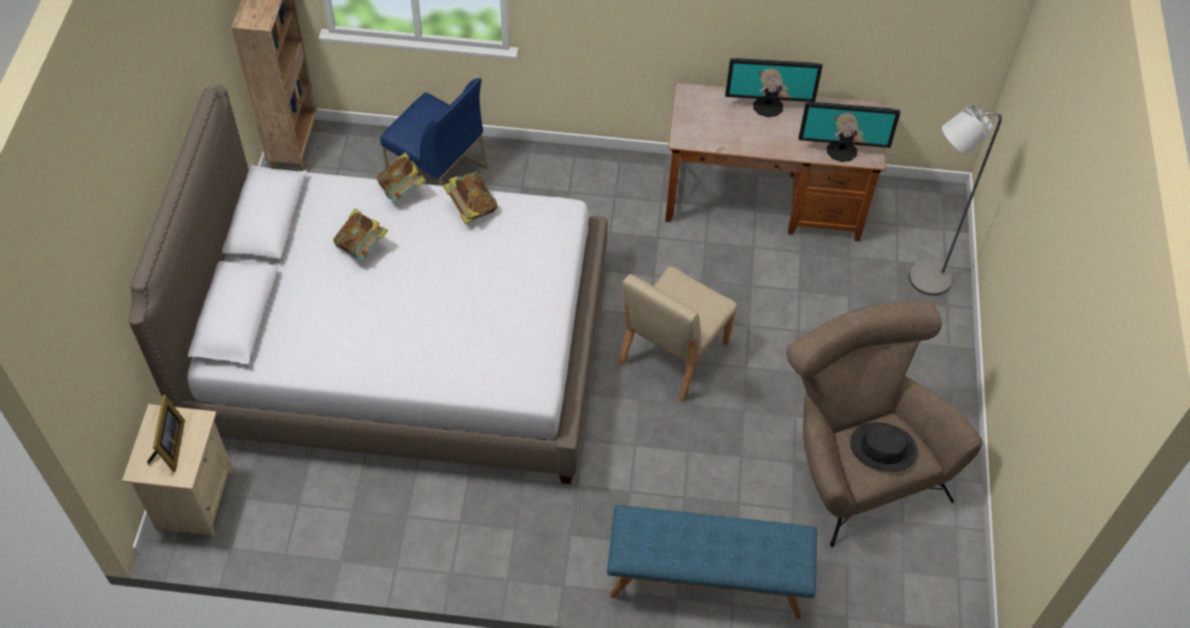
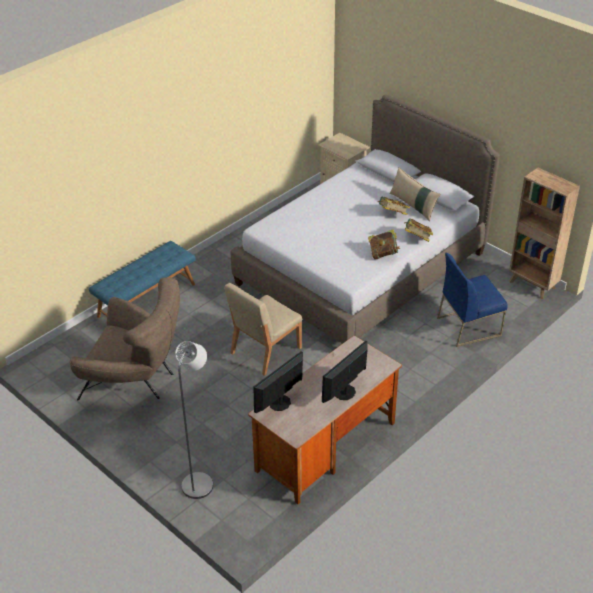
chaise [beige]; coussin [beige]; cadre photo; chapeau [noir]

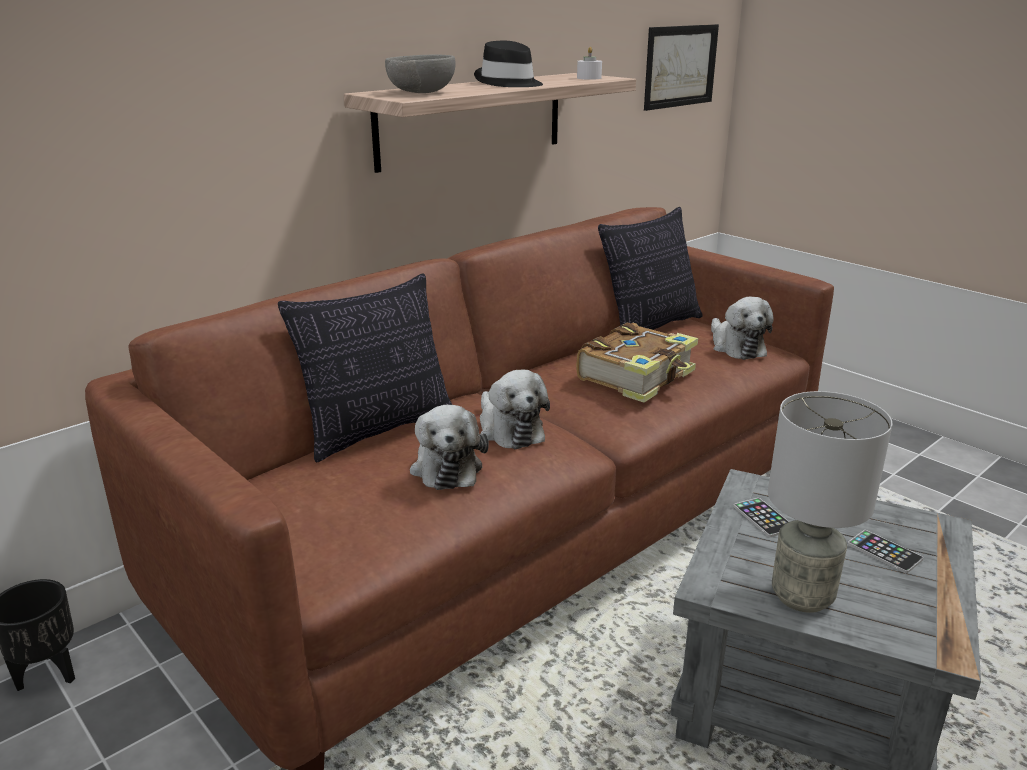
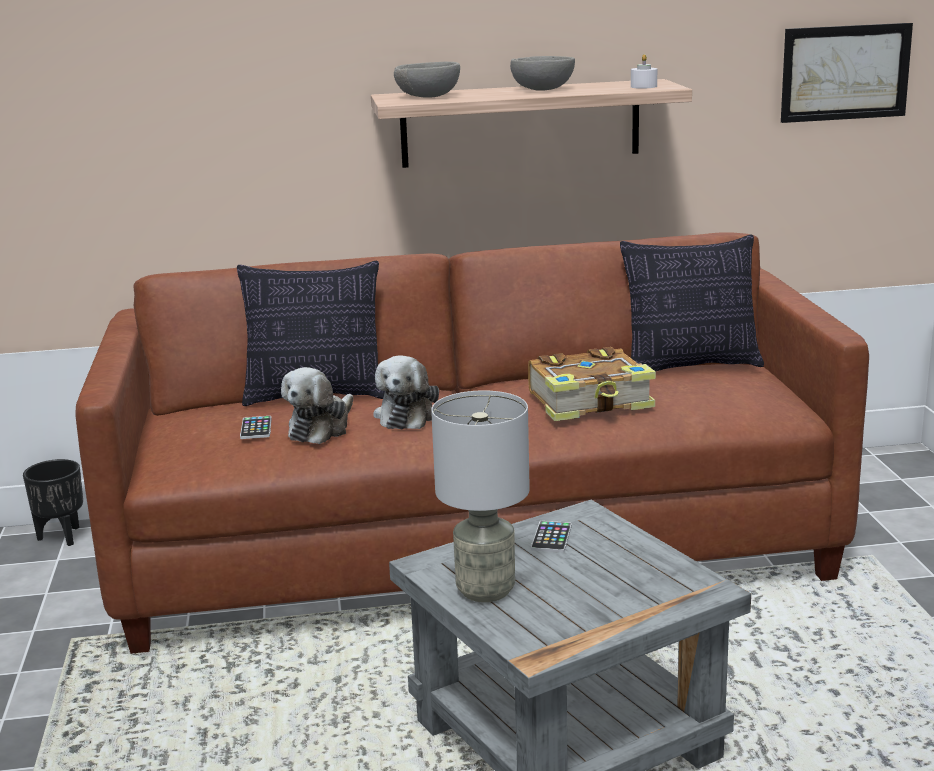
téléphone (no. 1 from left); bol [gris] (no. 2 from left); peluche (no. 3 from left in the first image)

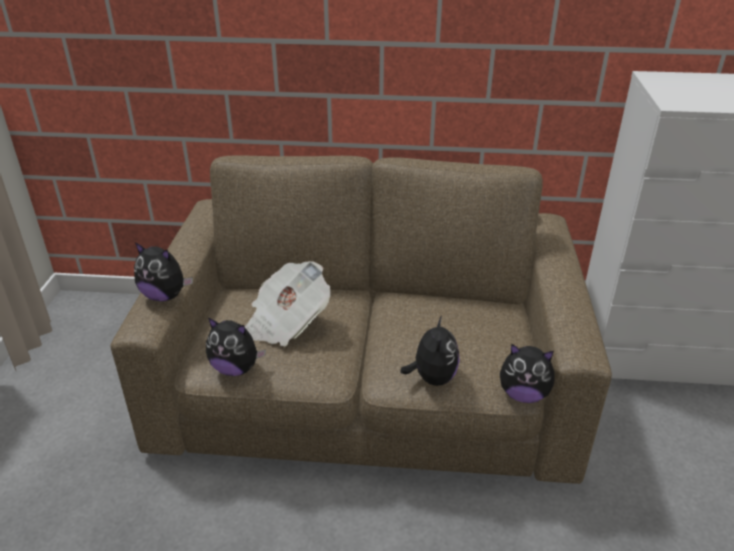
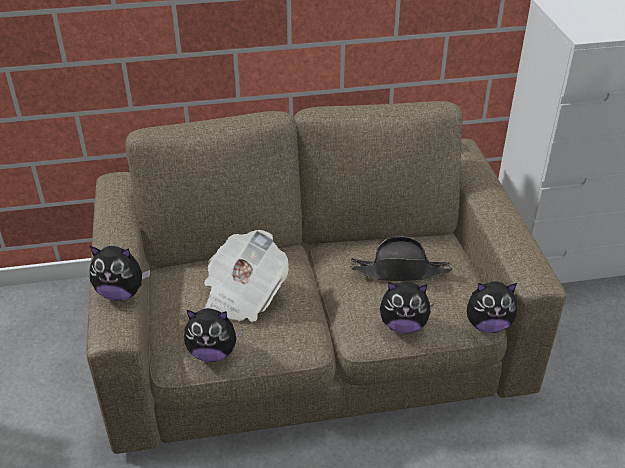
chapeau [noir]; peluche (no. 3 from left)

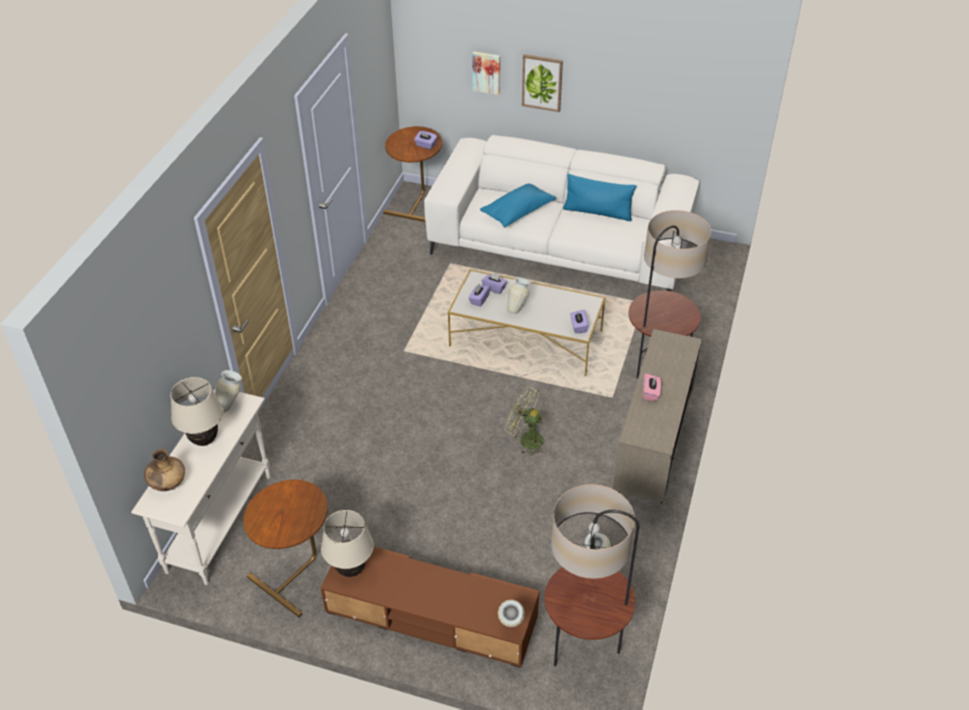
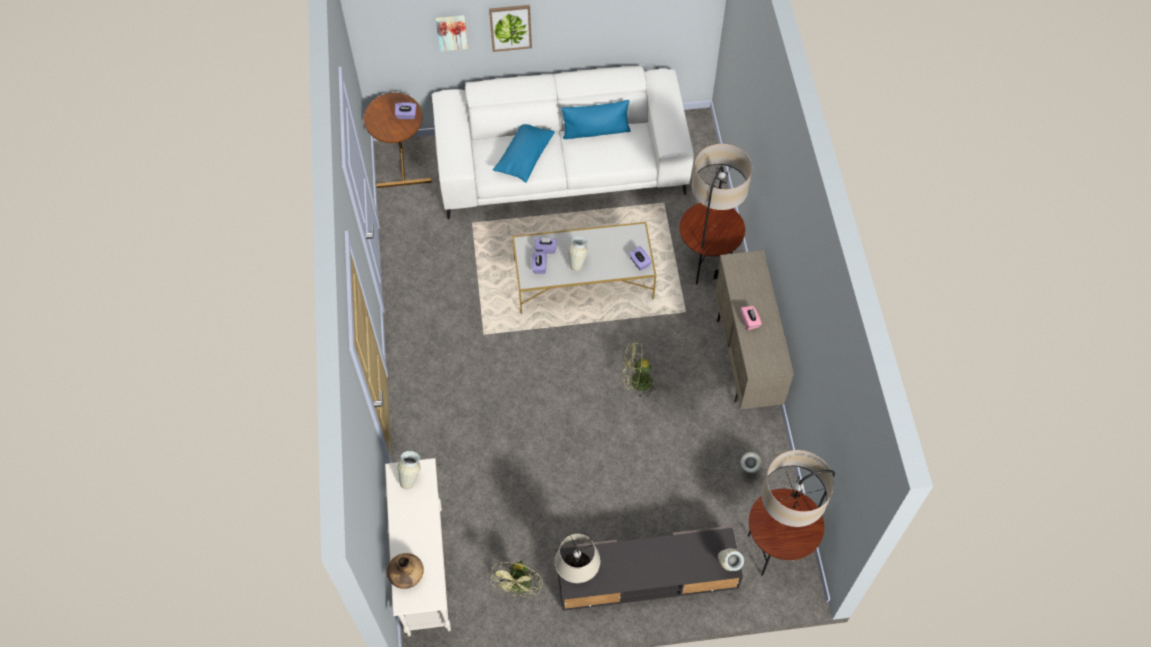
ventilateur [vert] (no. 1 from left); meuble télé [gris]; lampe de table [beige] (no. 1 from left in the first image)

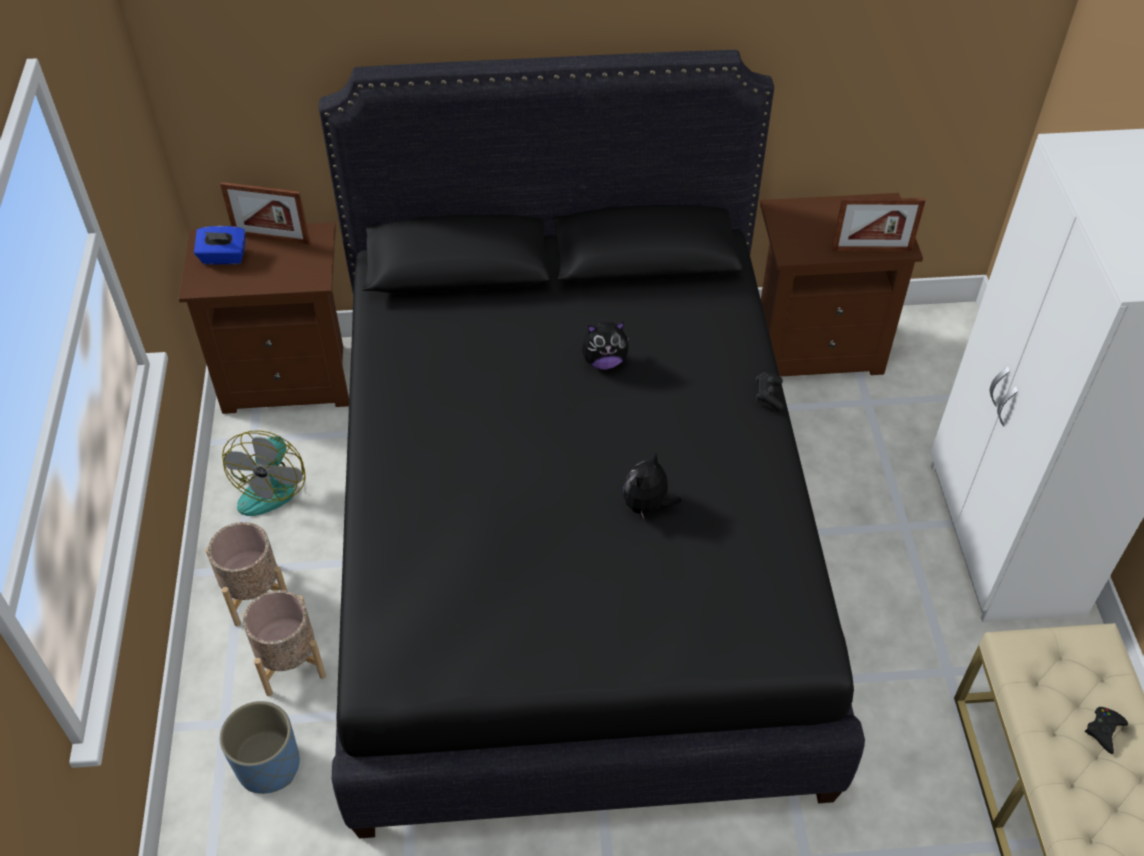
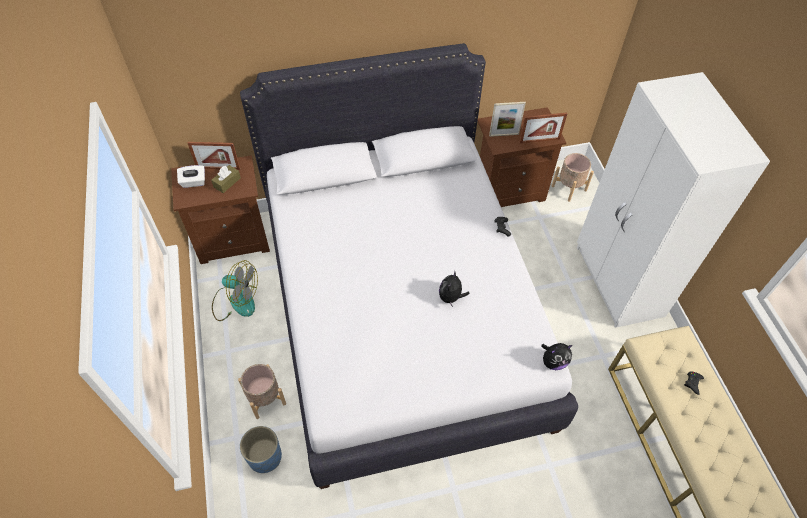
boîte à mouchoirs [blanc]; boîte à mouchoirs [marron]; ventilateur; lit [blanc]; cadre photo (no. 2 from left); peluche (no. 2 from left); cache-pot [beige] (no. 2 from left)

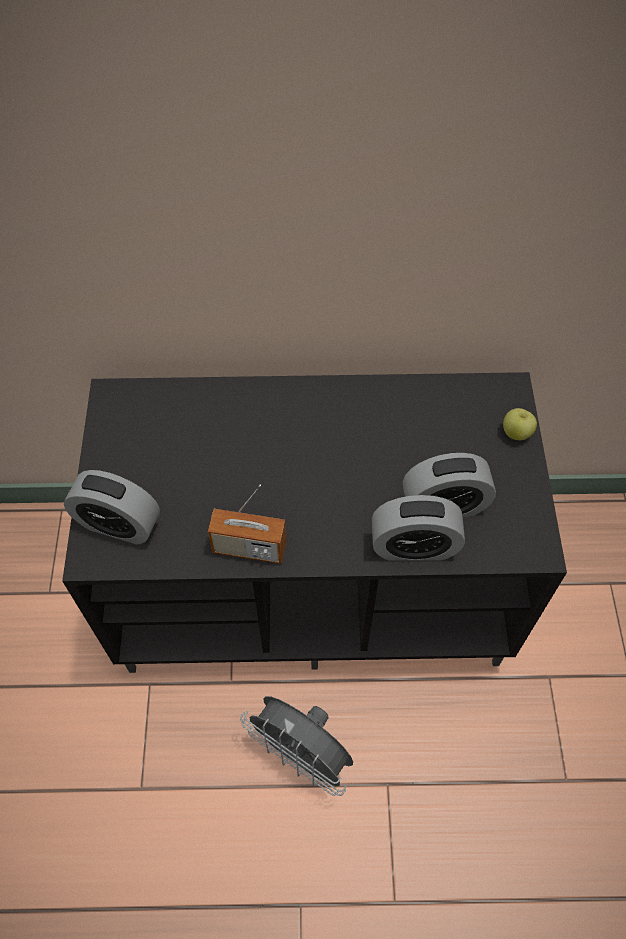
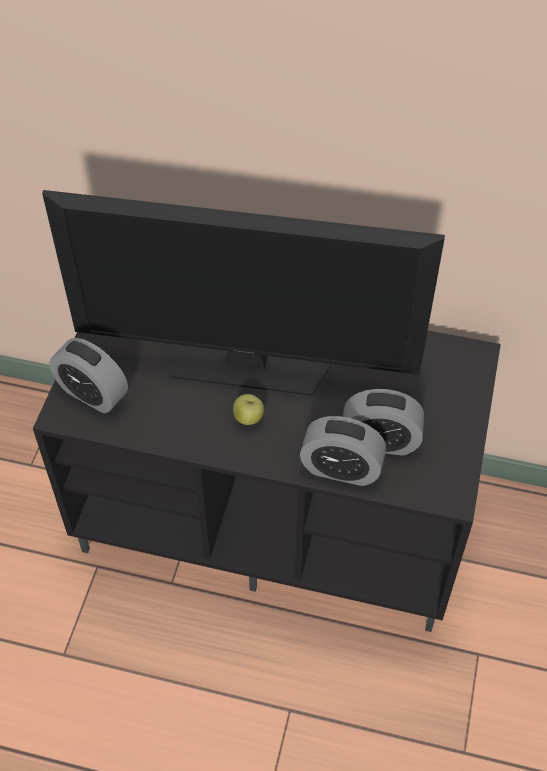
téléviseur; pomme; radio; ventilateur [gris]

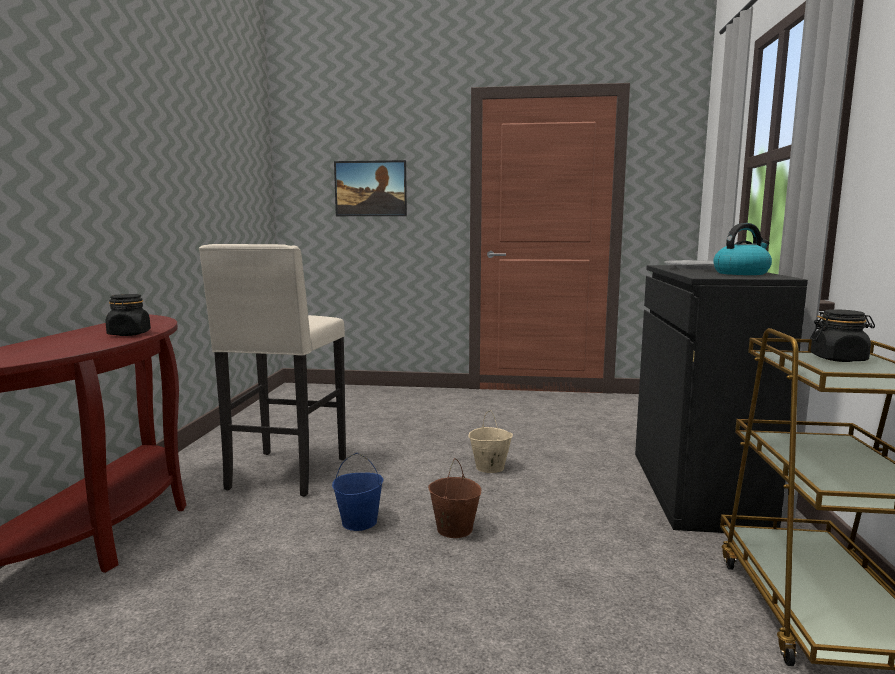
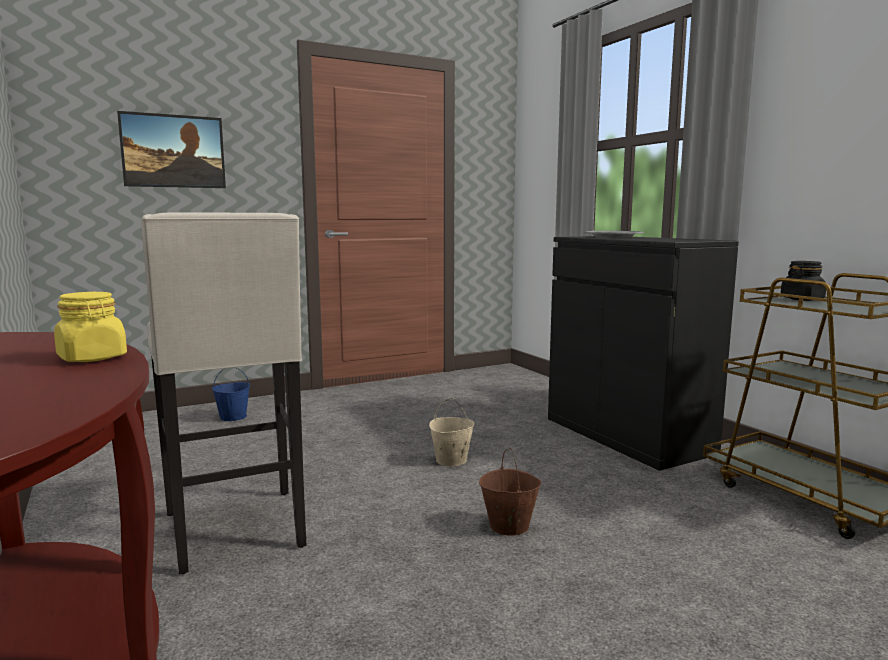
bocal [jaune]; seau [bleu]; bouilloire

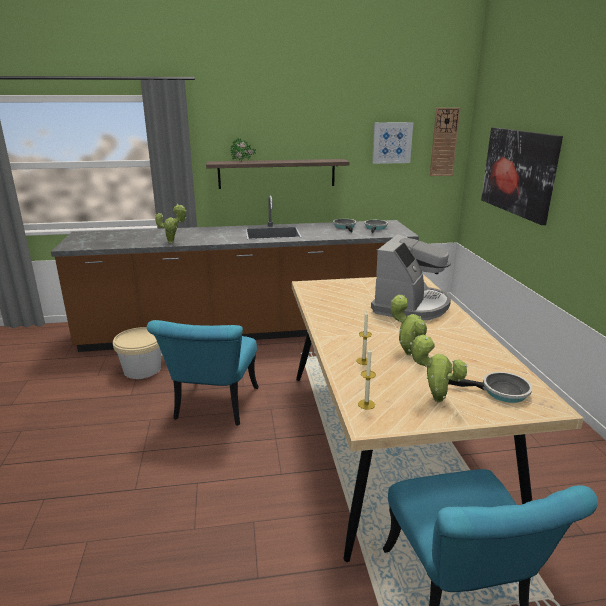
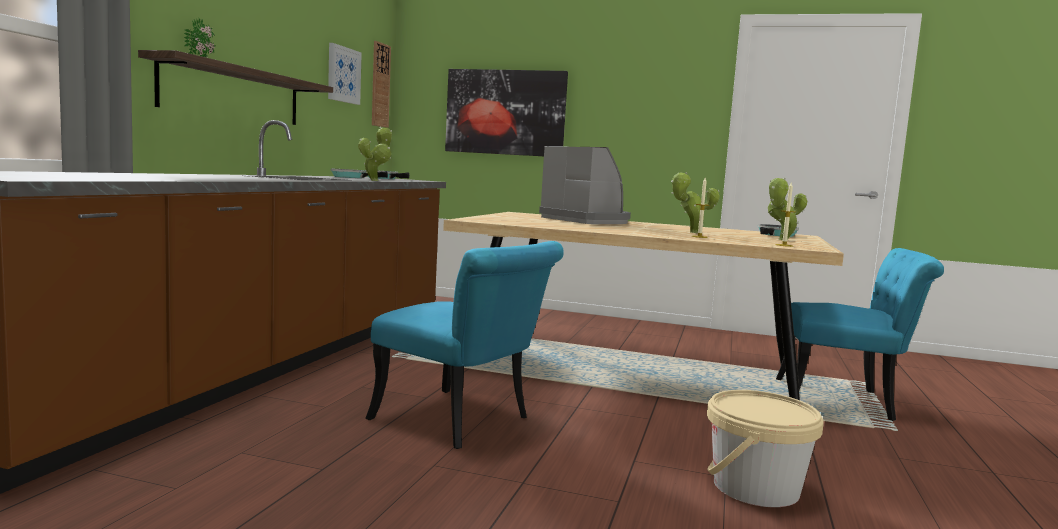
plante en pot (no. 2 from left); seau [beige]

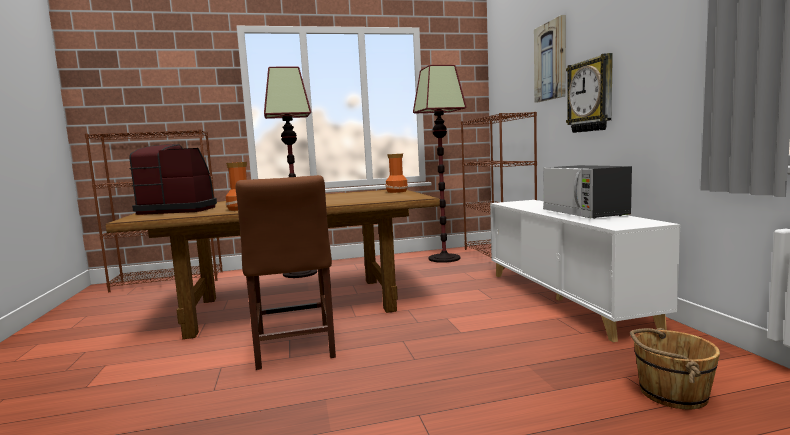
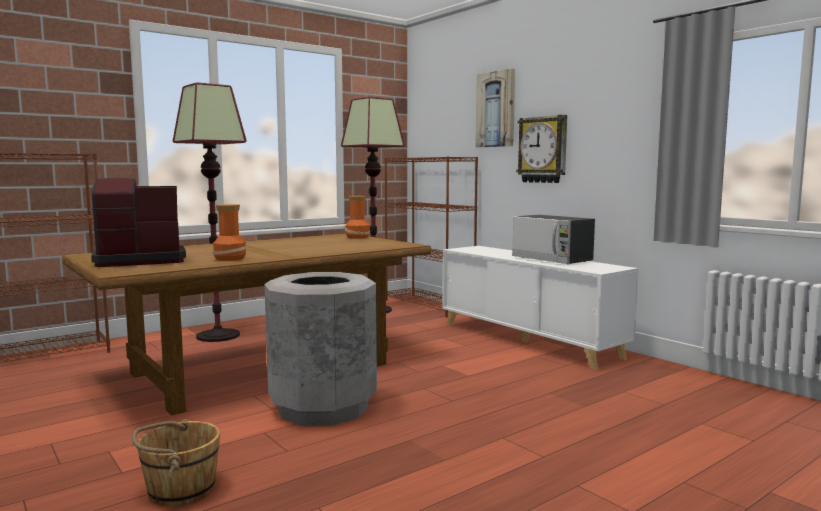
seau [marron]; poubelle [gris]

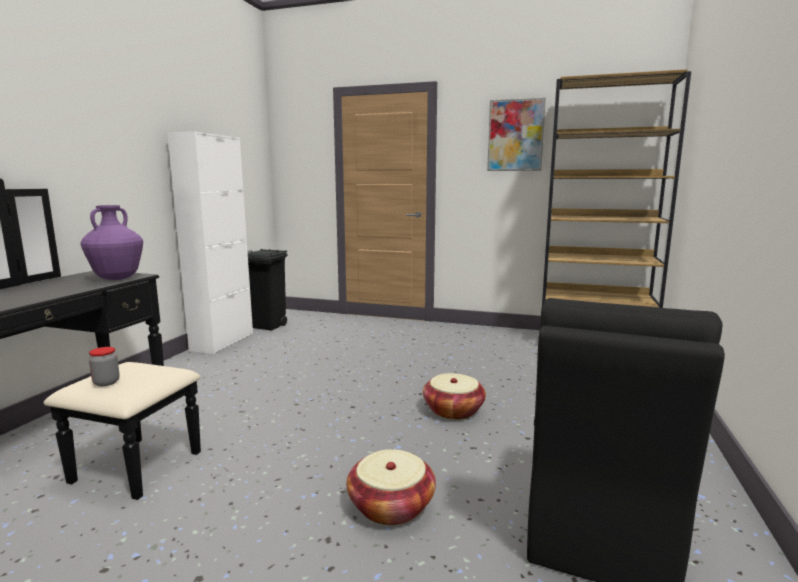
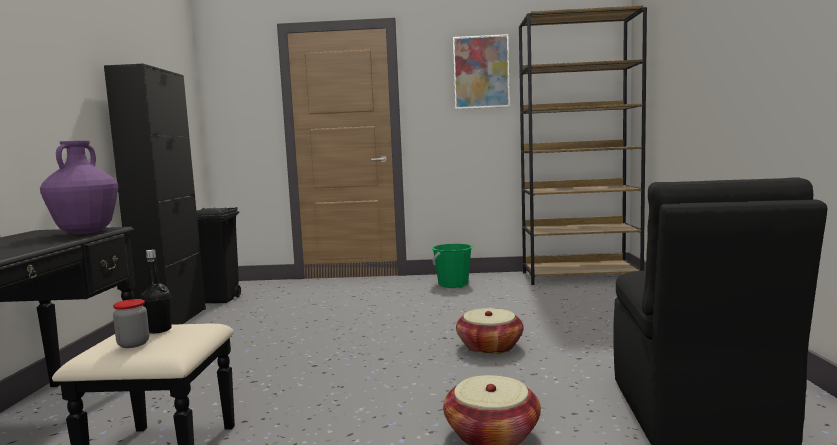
meuble de rangement [noir]; bouteille [noir]; seau [vert]

